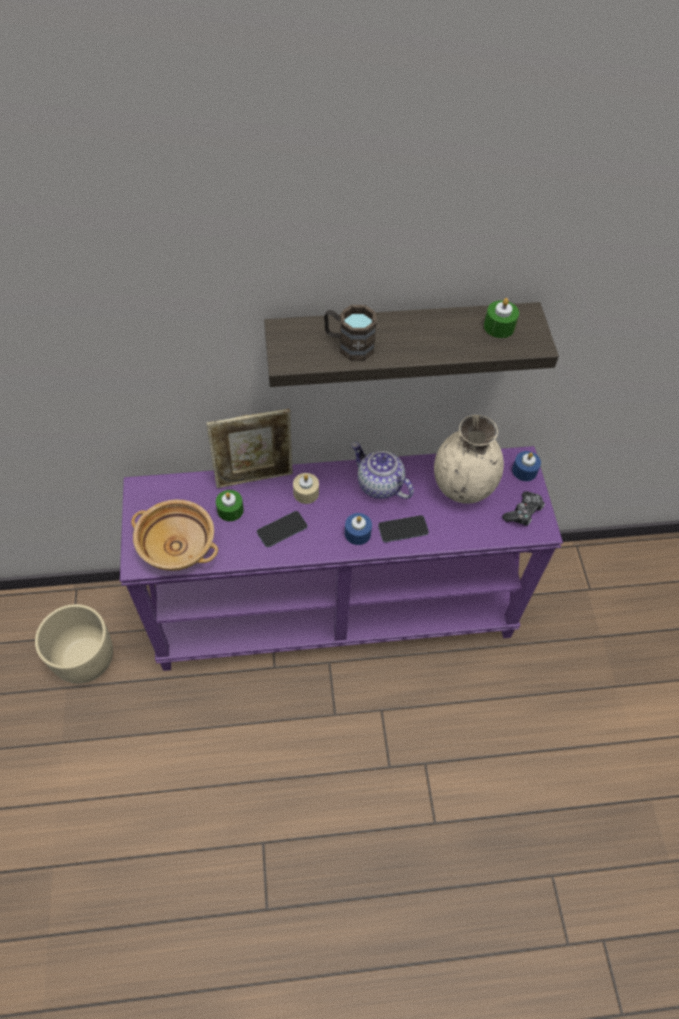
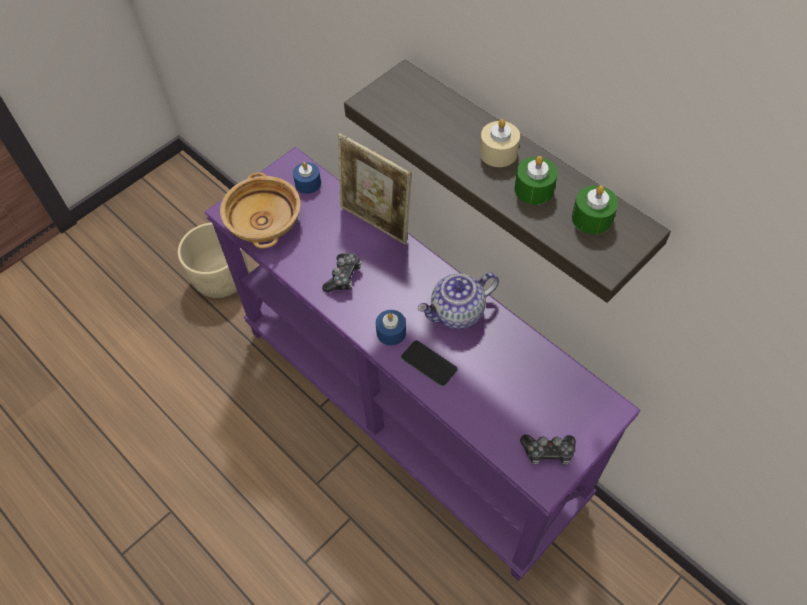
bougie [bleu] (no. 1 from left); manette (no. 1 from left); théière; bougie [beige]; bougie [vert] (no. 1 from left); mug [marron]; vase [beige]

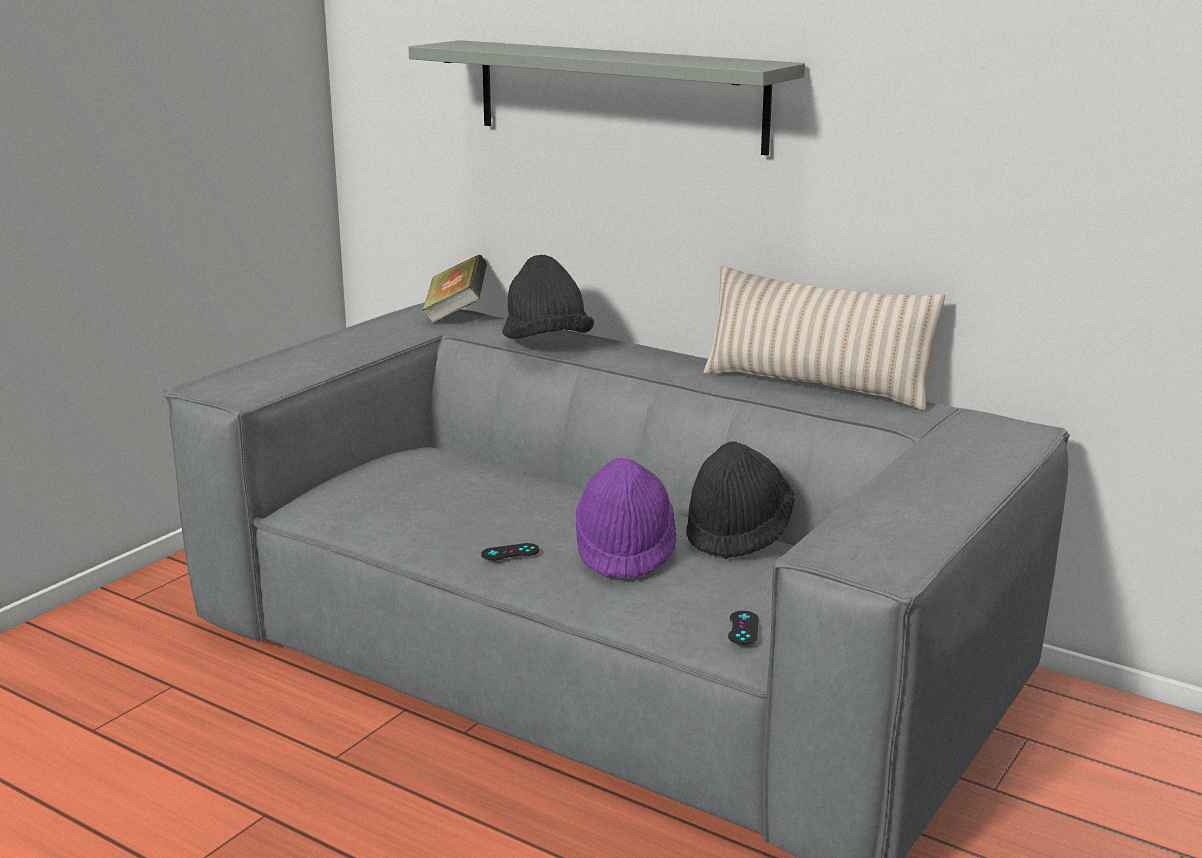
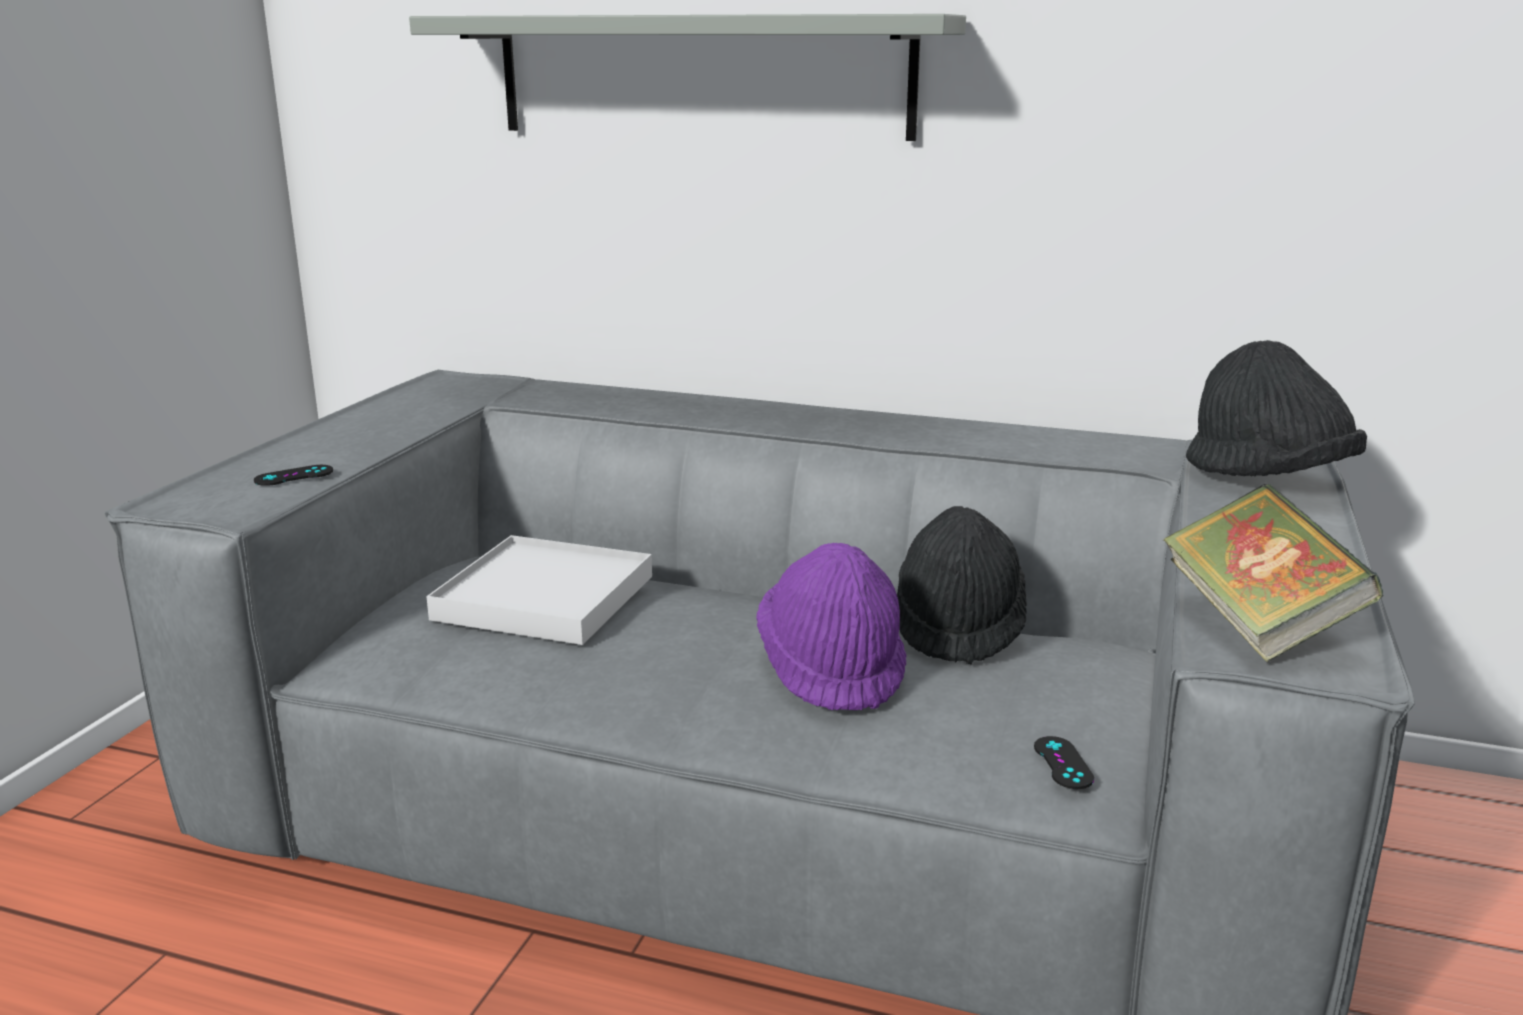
manette [noir] (no. 1 from left); plateau [blanc]; livre; chapeau [noir] (no. 2 from left); coussin [beige]

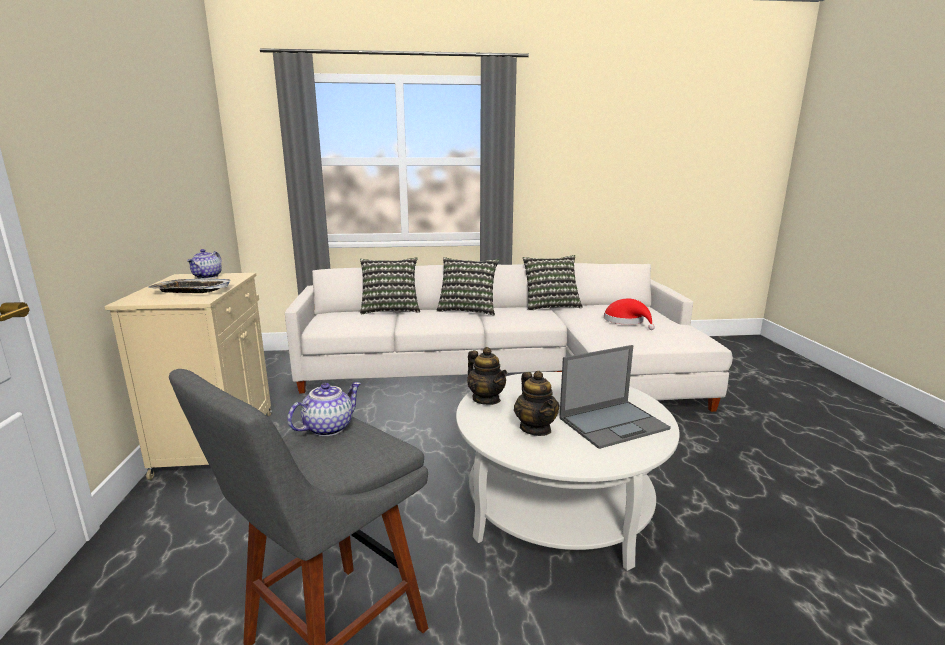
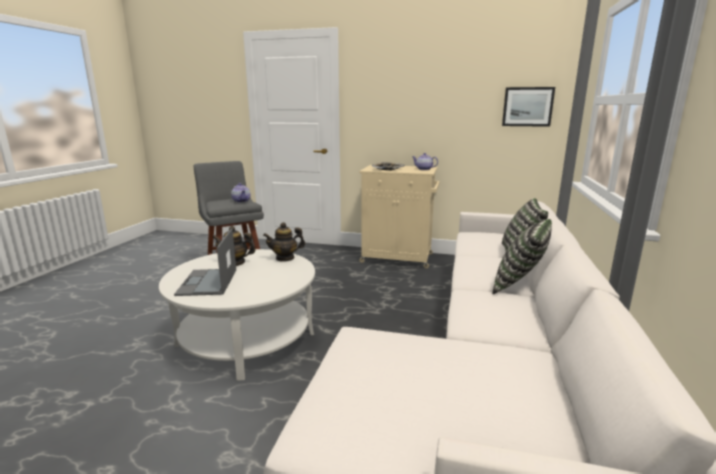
tableau; coussin (no. 3 from left in the first image); chapeau [rouge]

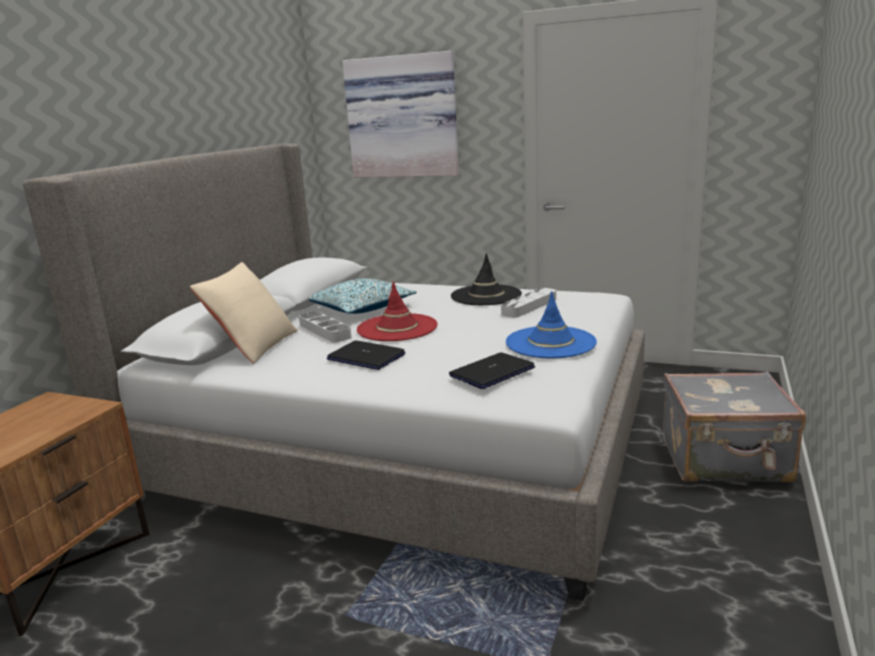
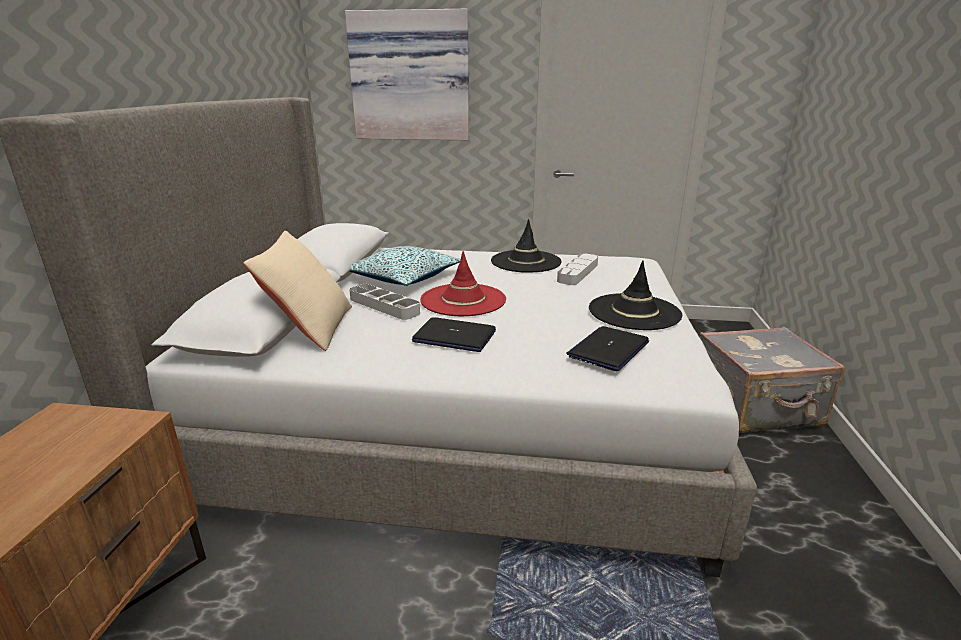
chapeau [noir] (no. 2 from left)

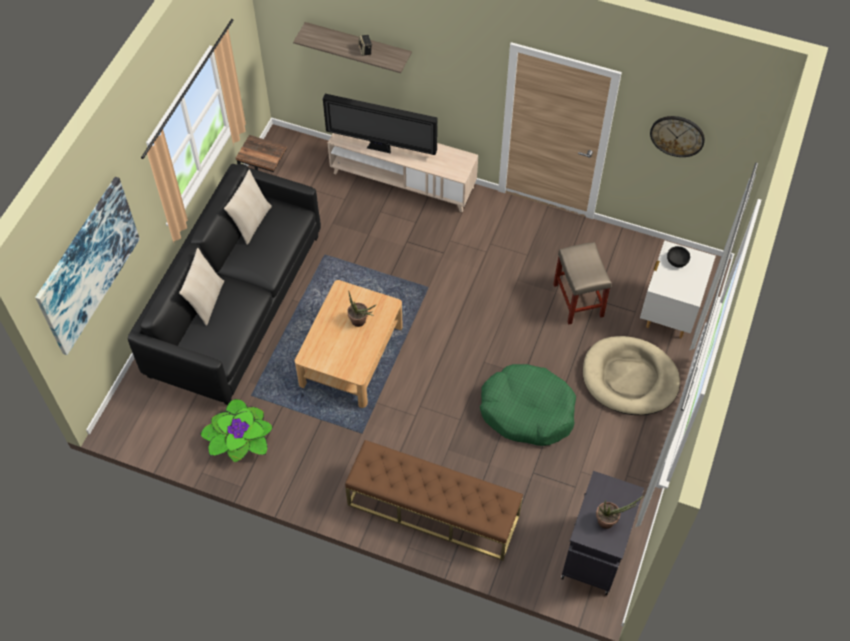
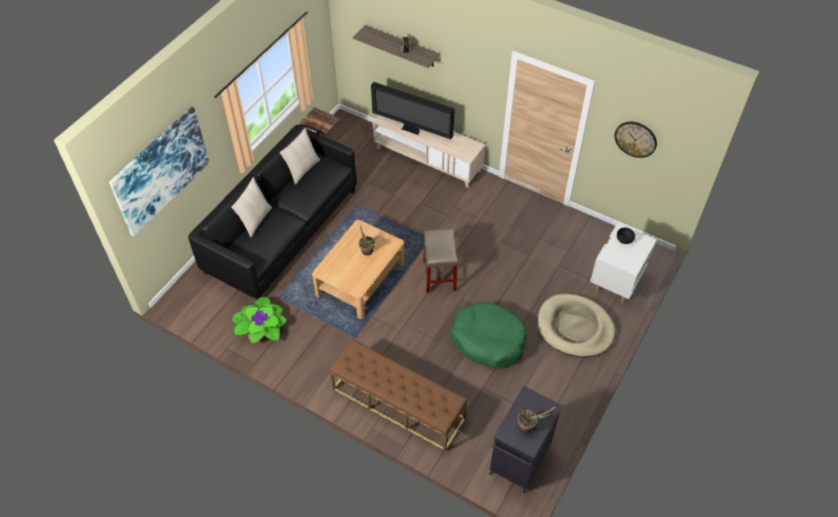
tabouret [beige]

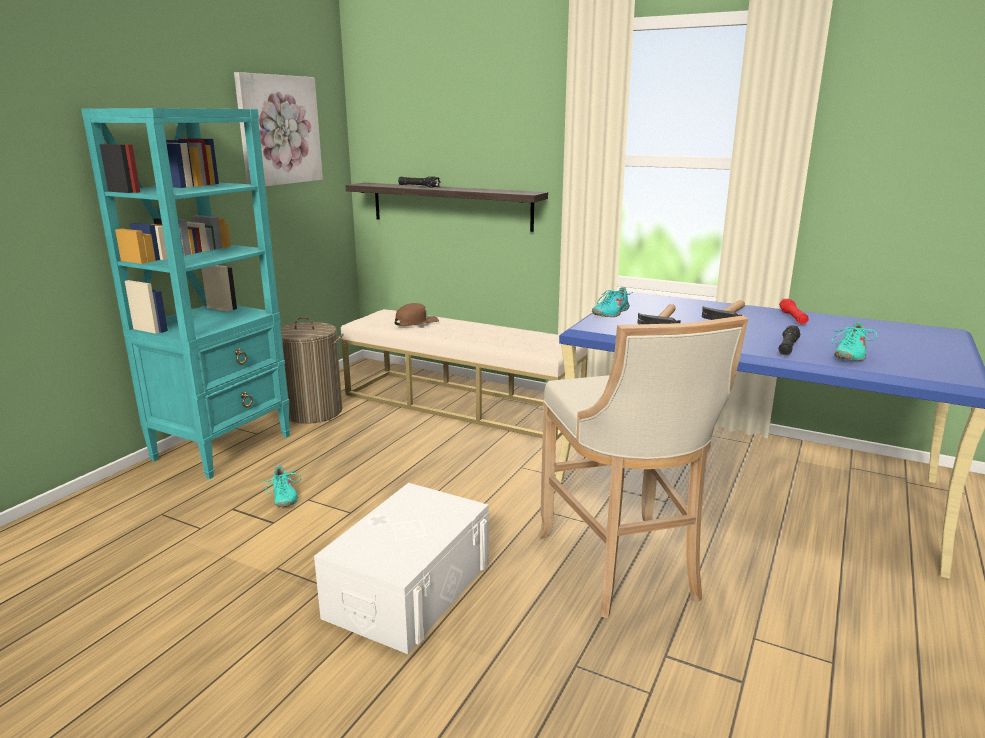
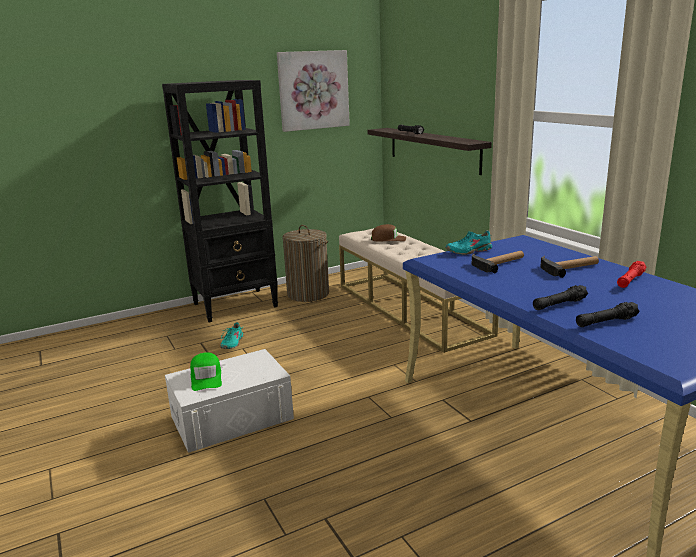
bibliothèque [noir]; casquette [vert]; lampe de poche [noir] (no. 3 from left); tabouret [beige]

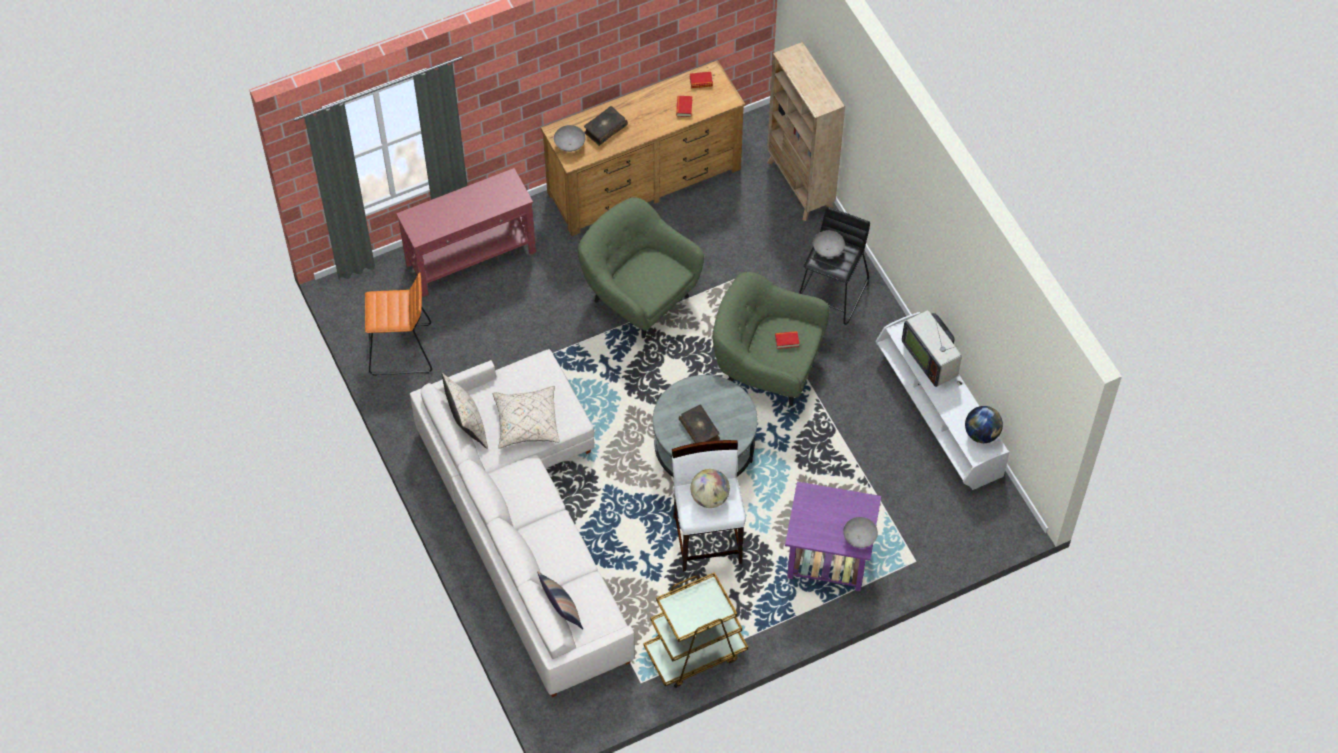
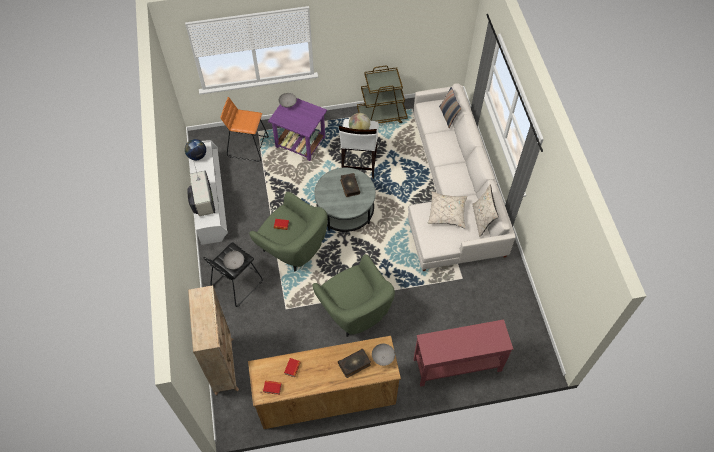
tabouret [orange]

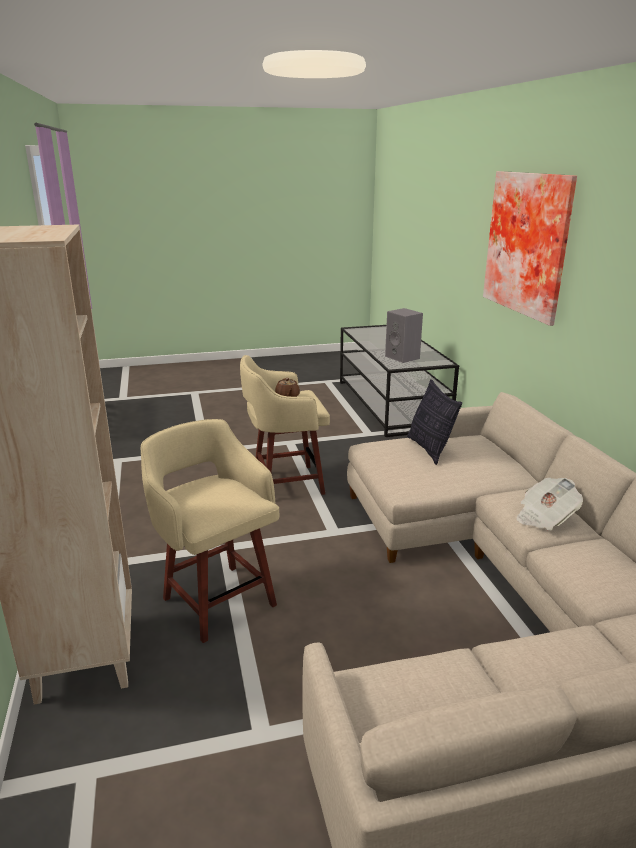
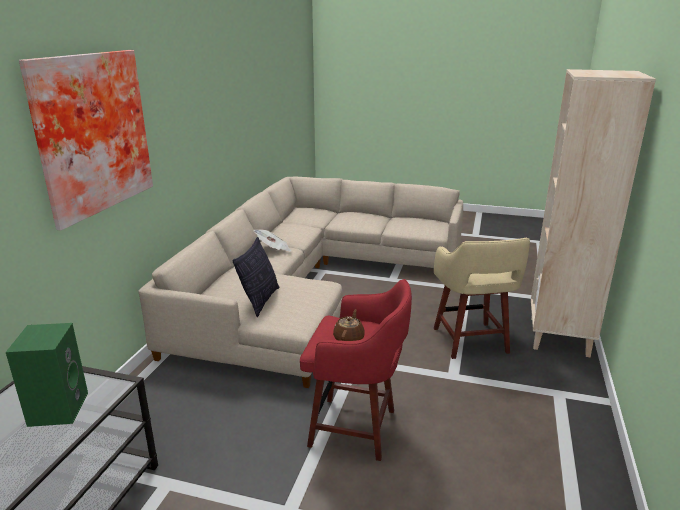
enceinte [vert]; tabouret [rouge]

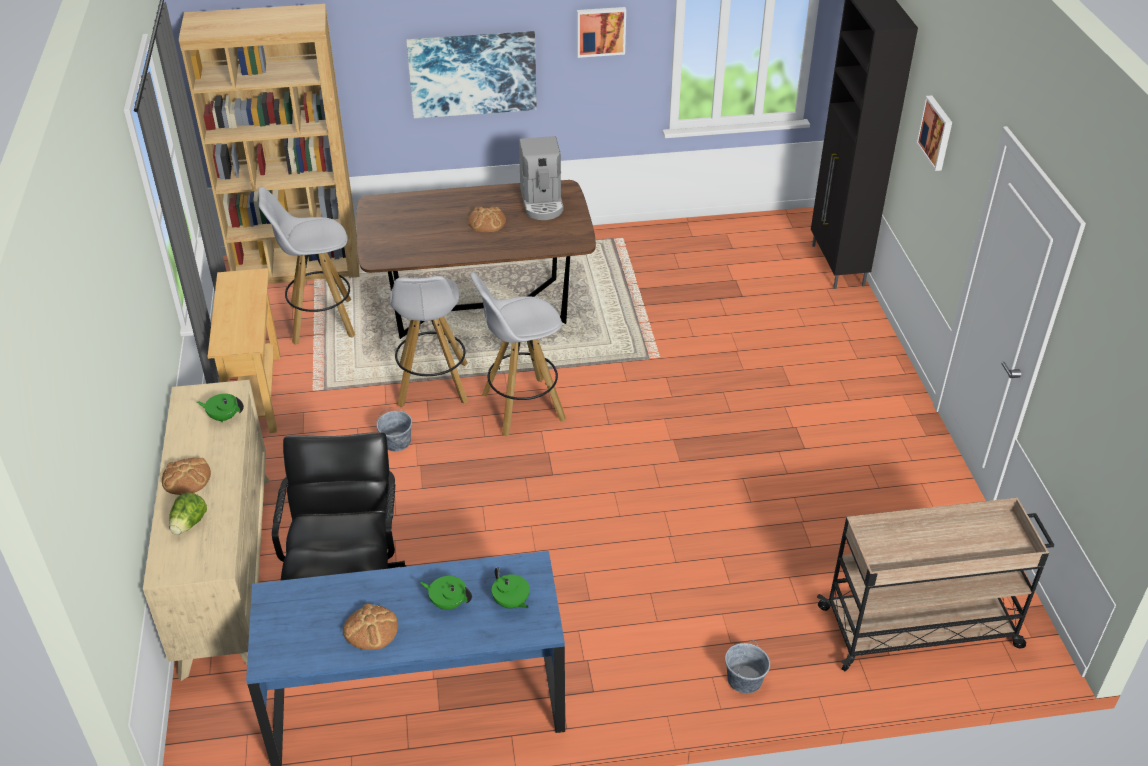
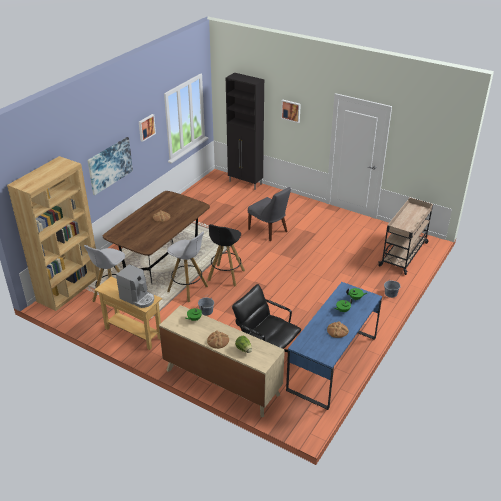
machine à café; tabouret [noir]; chaise [gris]

